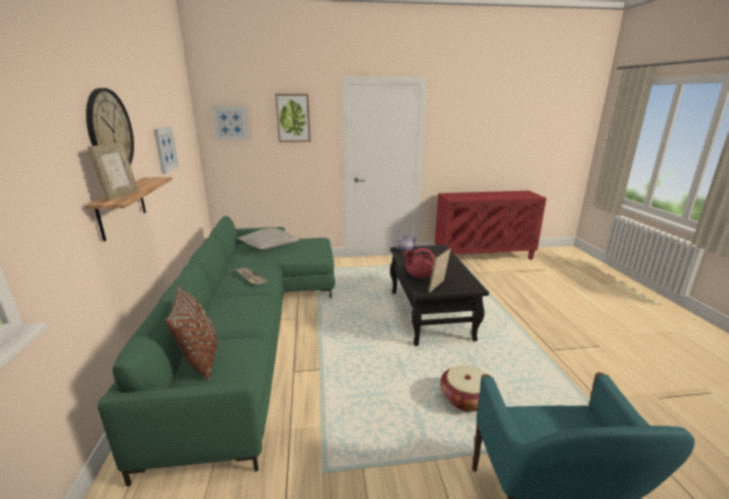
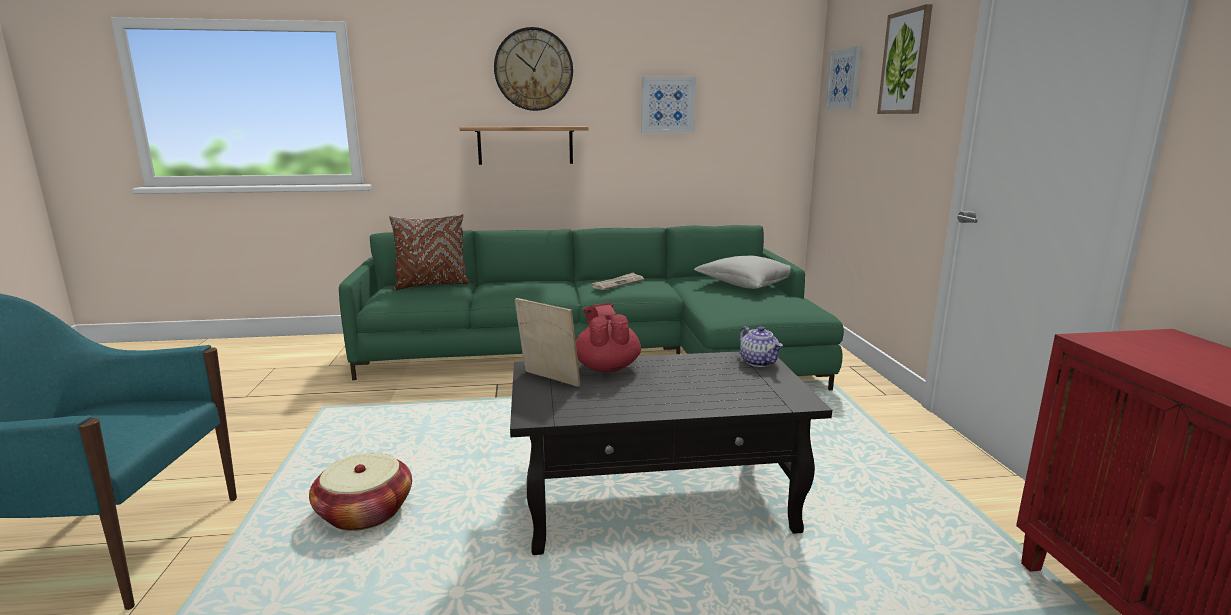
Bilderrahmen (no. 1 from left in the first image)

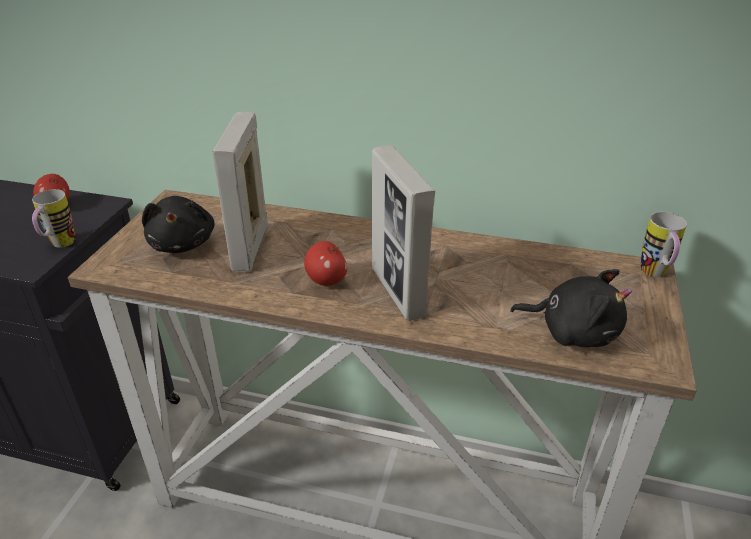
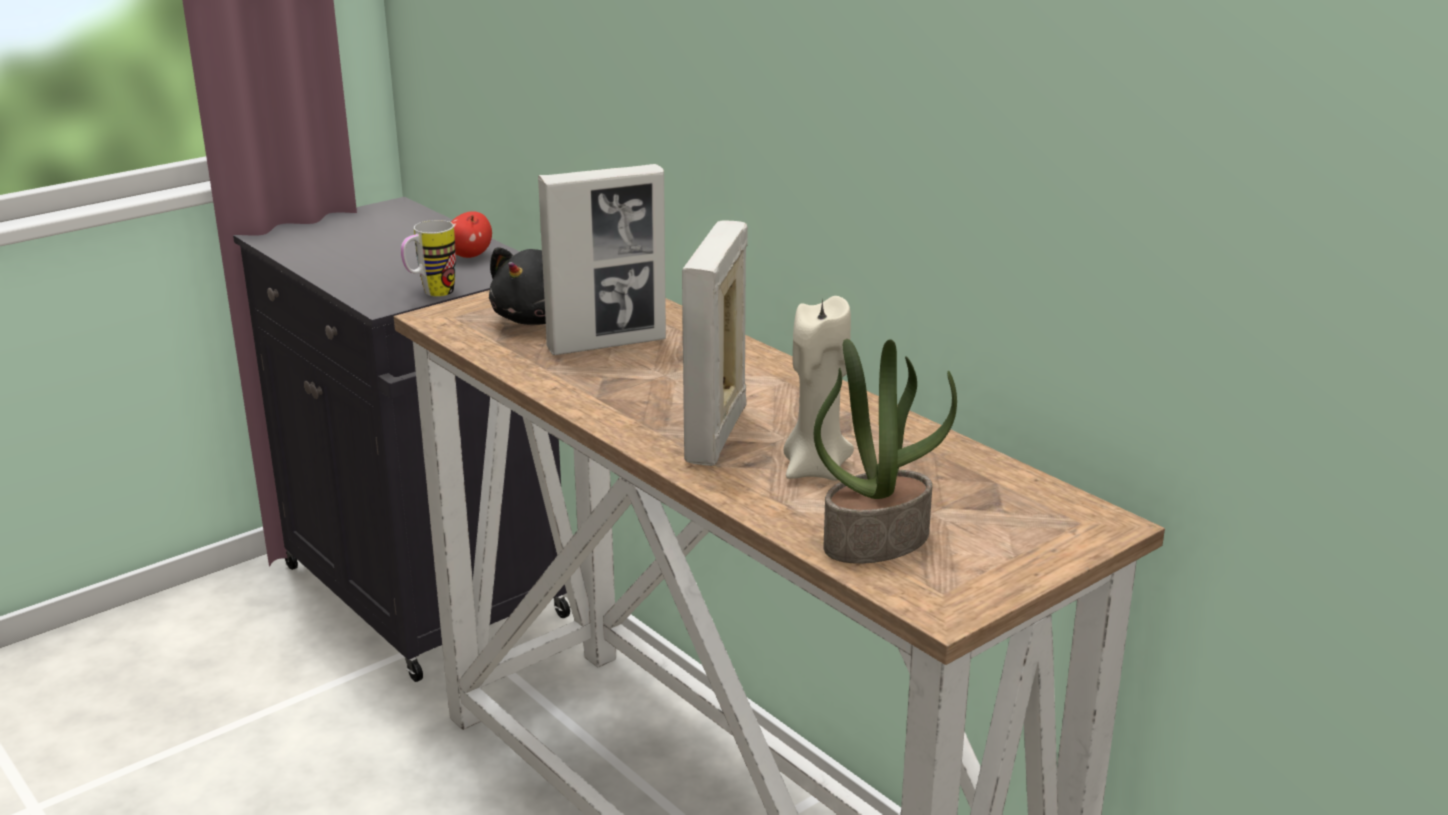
Bilderrahmen (no. 1 from left); Apfel (no. 2 from left in the first image); Topfpflanze; Henkelbecher (no. 2 from left in the first image); Kerze/beige

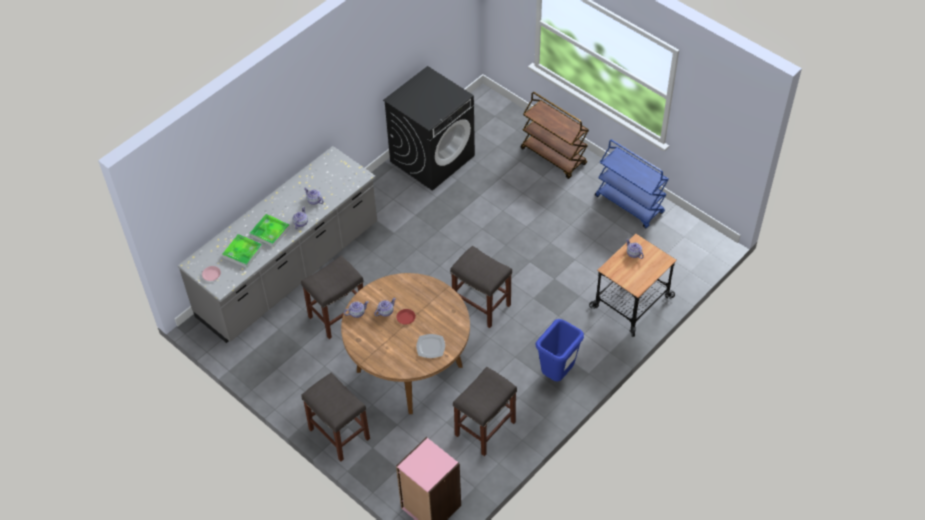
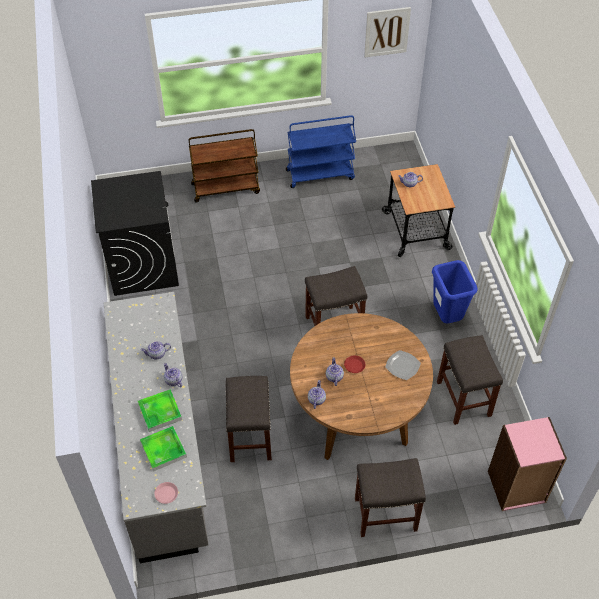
Bild

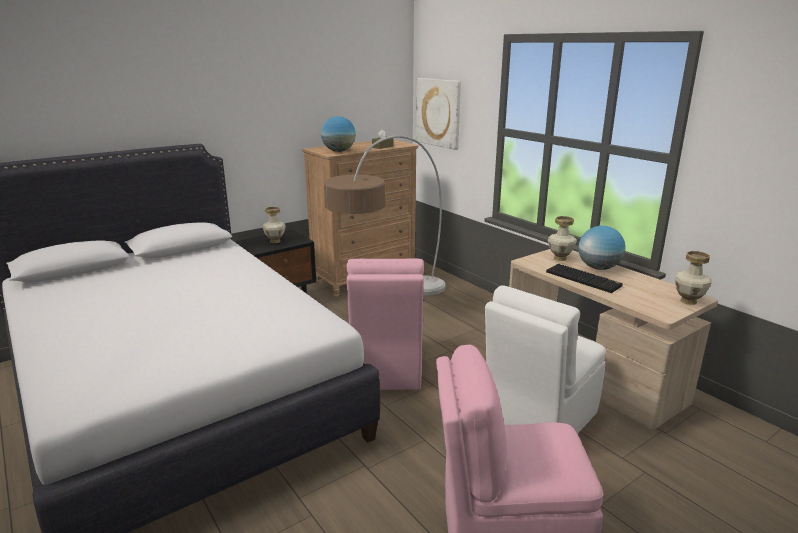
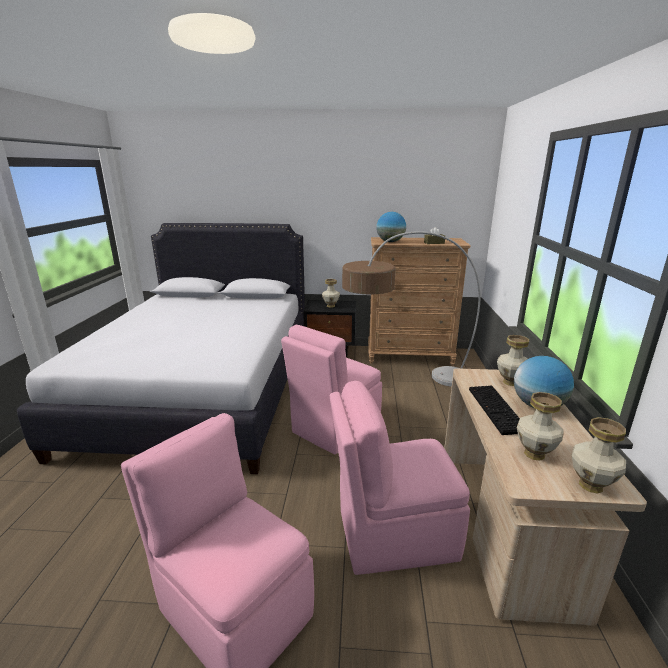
Bild; Stuhl/rosa (no. 3 from left); Vase (no. 3 from left)

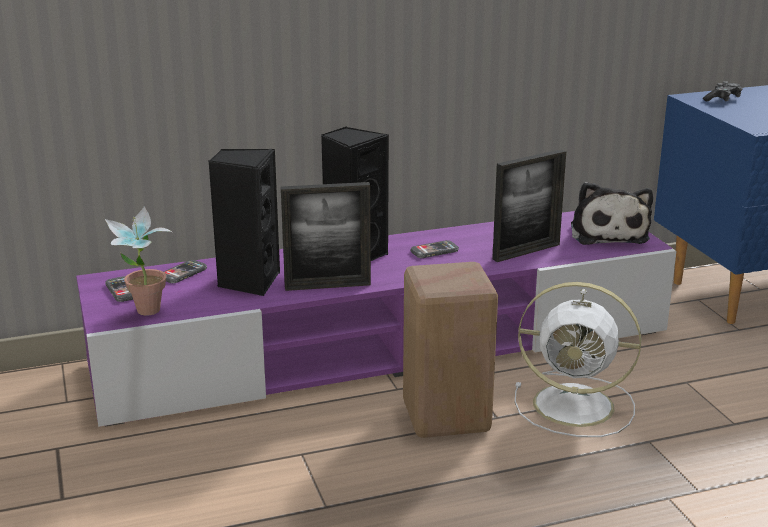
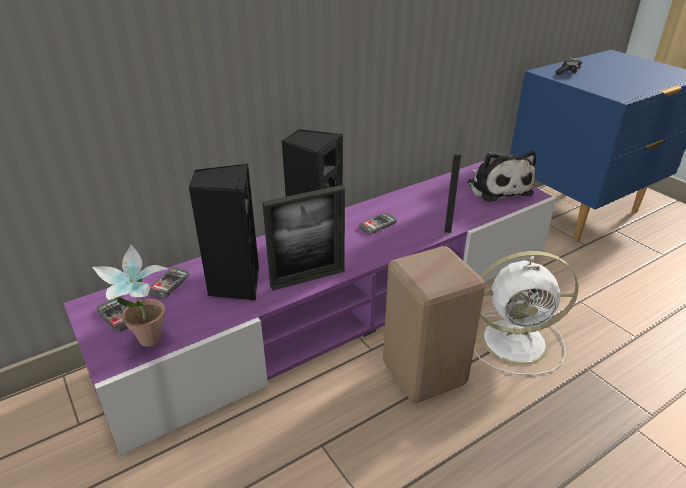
Bilderrahmen (no. 2 from left)

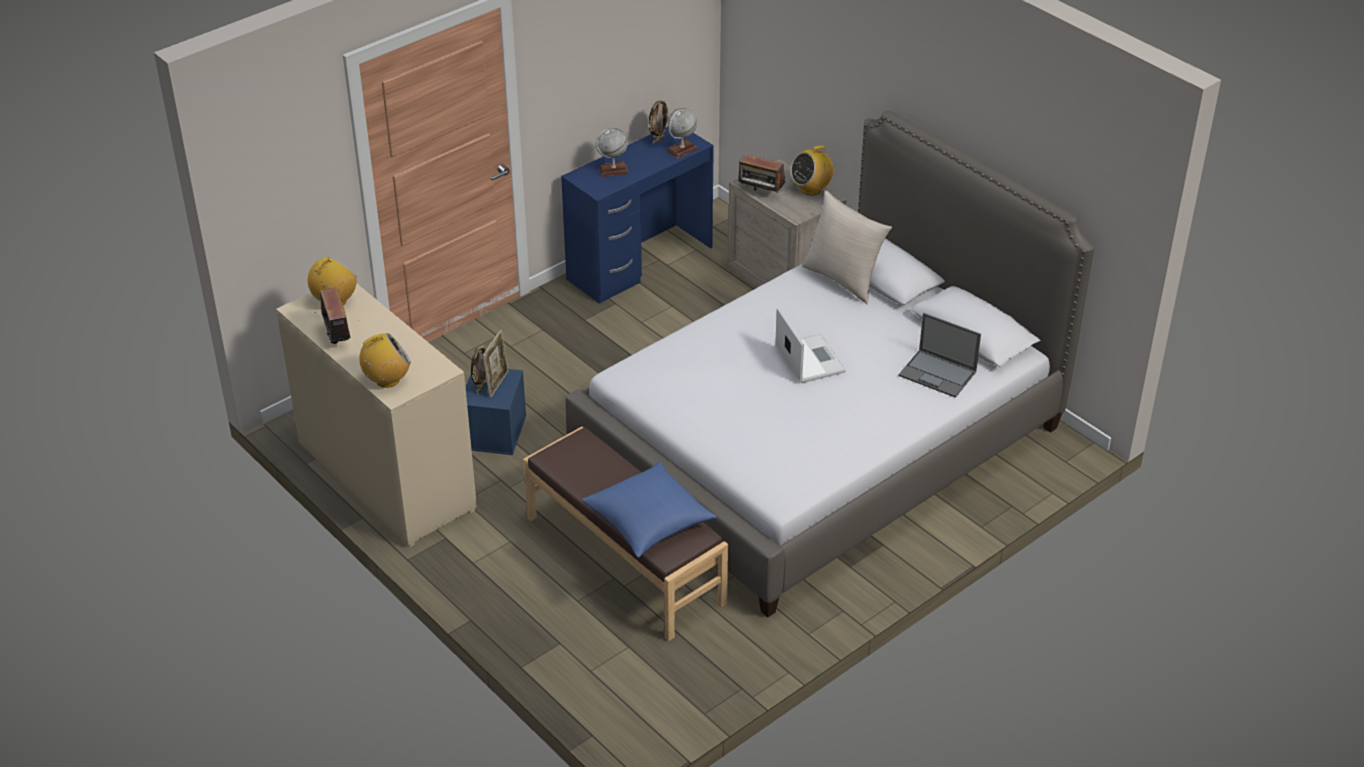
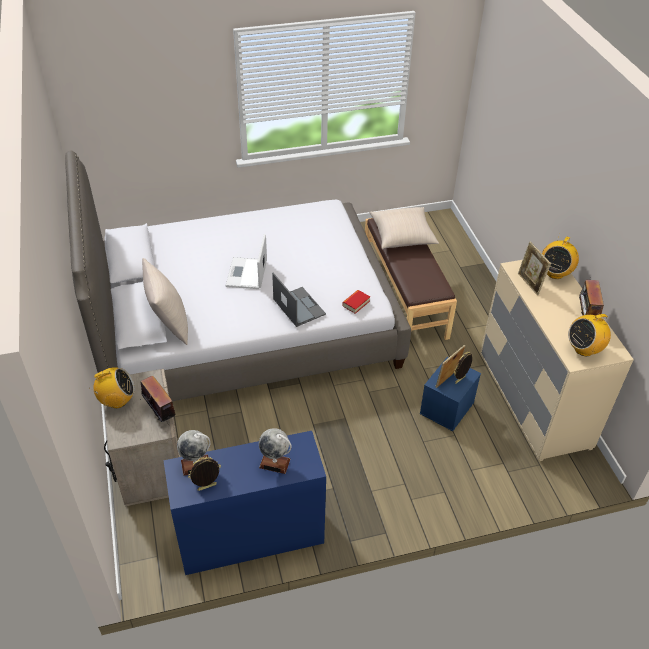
Radio (no. 3 from left); Kissen/beige (no. 2 from left); Laptop (no. 2 from left); Buch; Bilderrahmen (no. 4 from left)

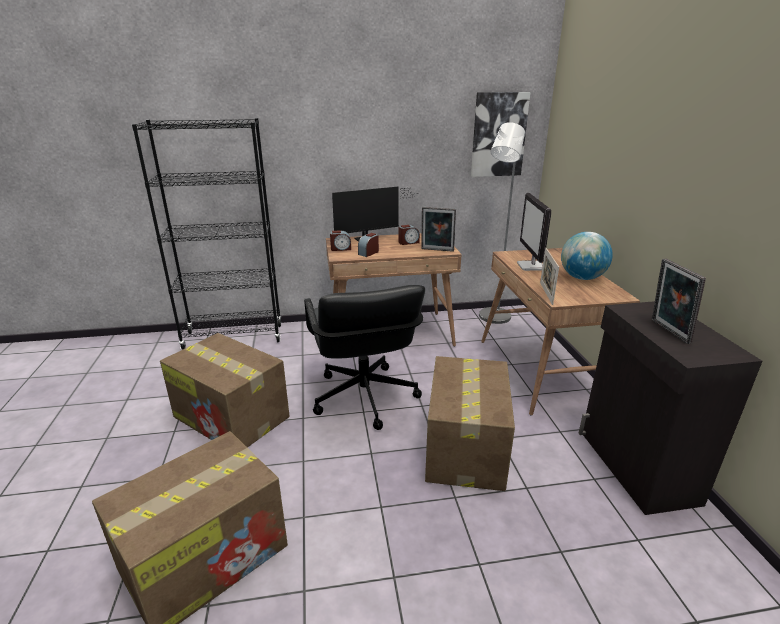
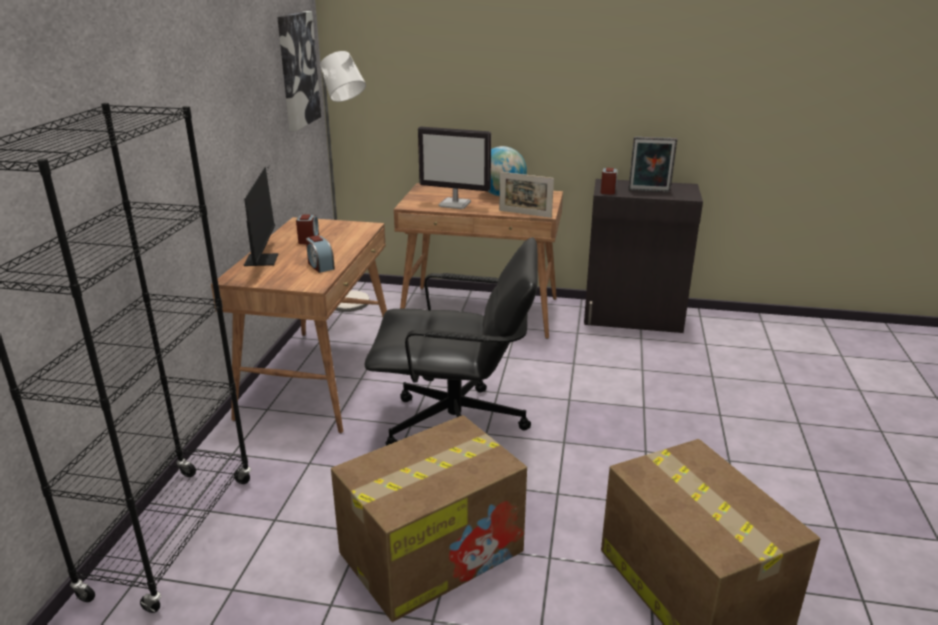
Wecker (no. 3 from left); Bilderrahmen (no. 1 from left in the first image); Karton (no. 3 from left in the first image)

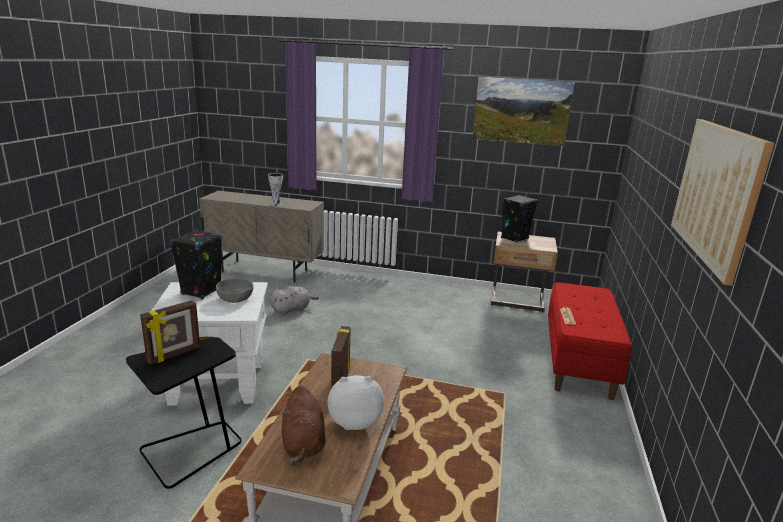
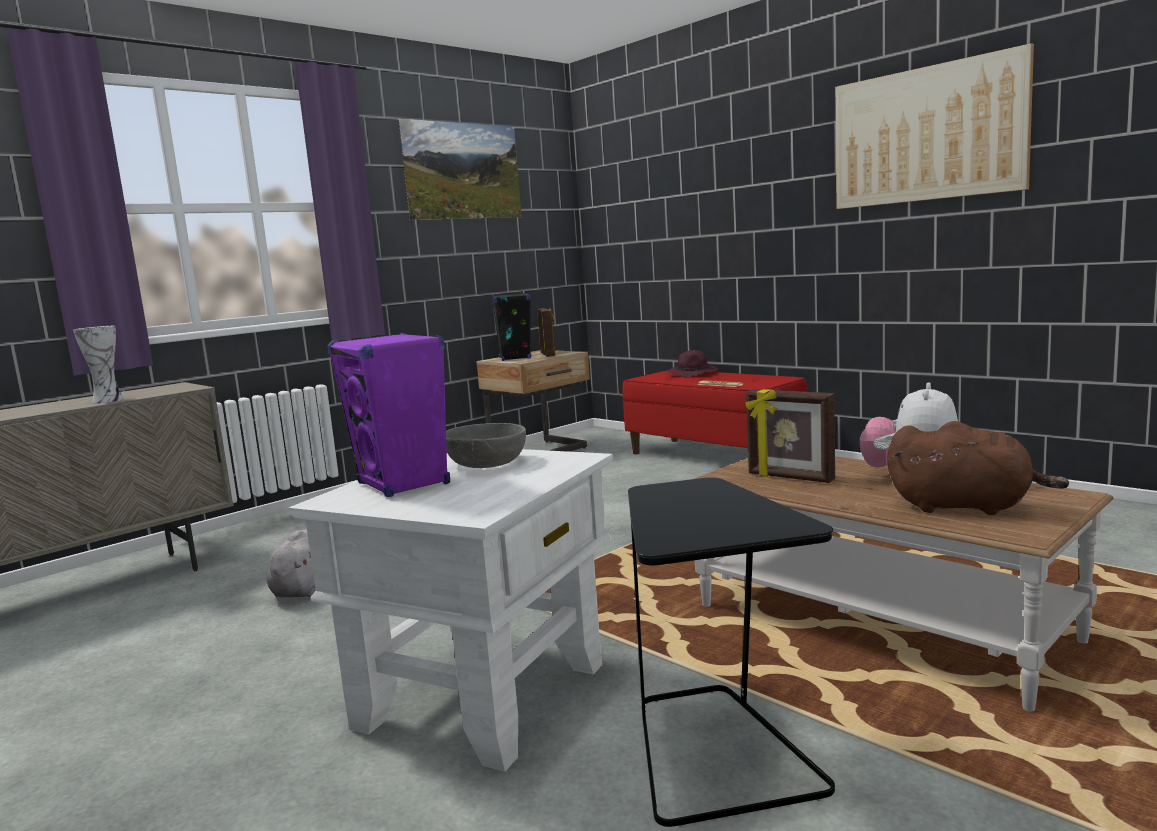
Bilderrahmen (no. 1 from left); Lautsprecher/lila; Hut/lila

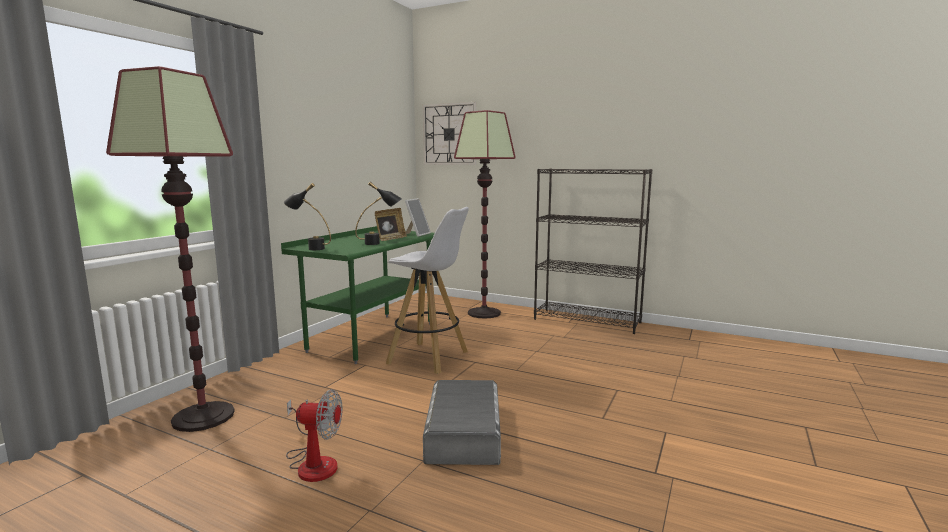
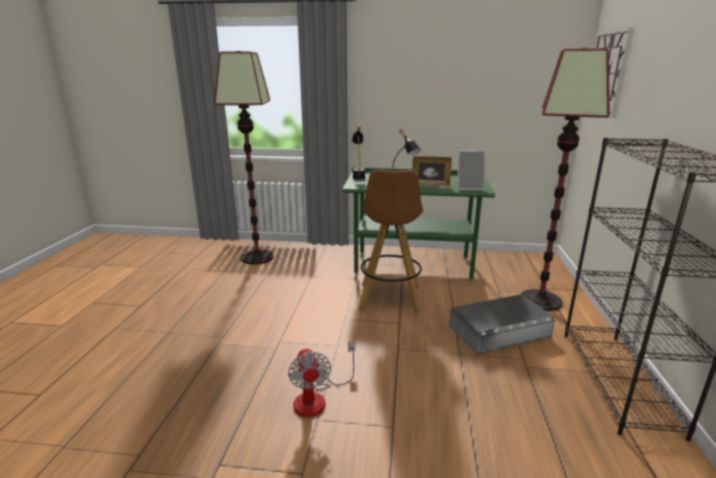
Ventilator; Hocker/braun; Aufbewahrungsbox/grau

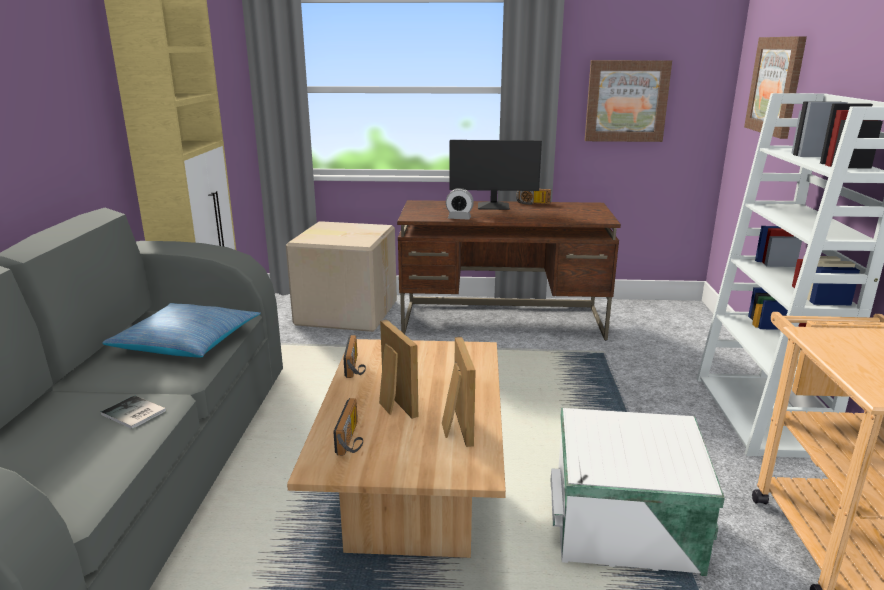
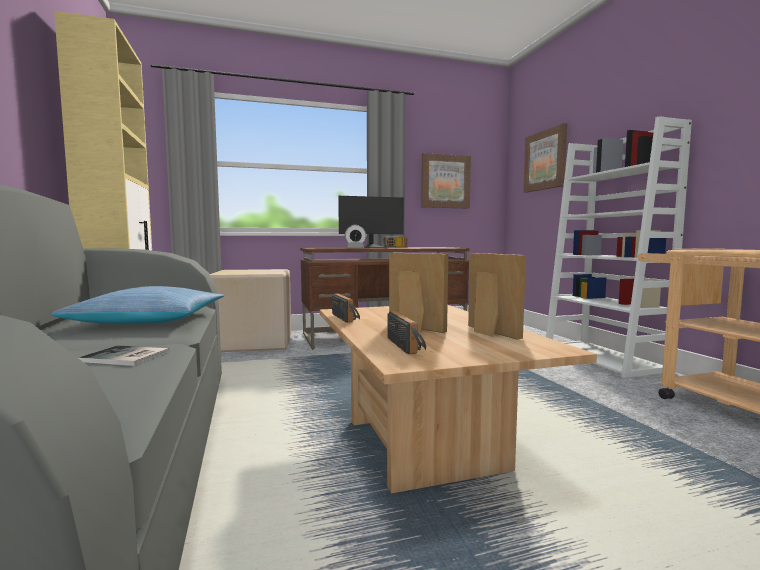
Aufbewahrungsbox/weiß

